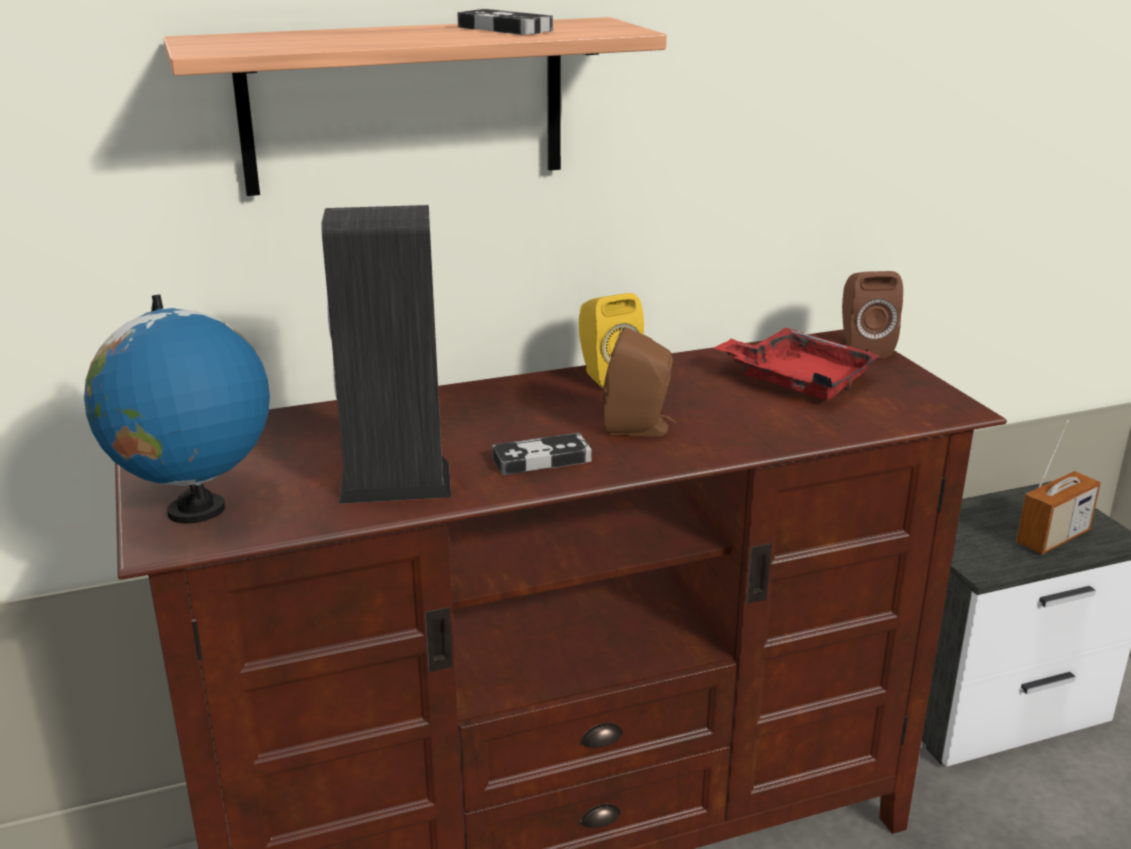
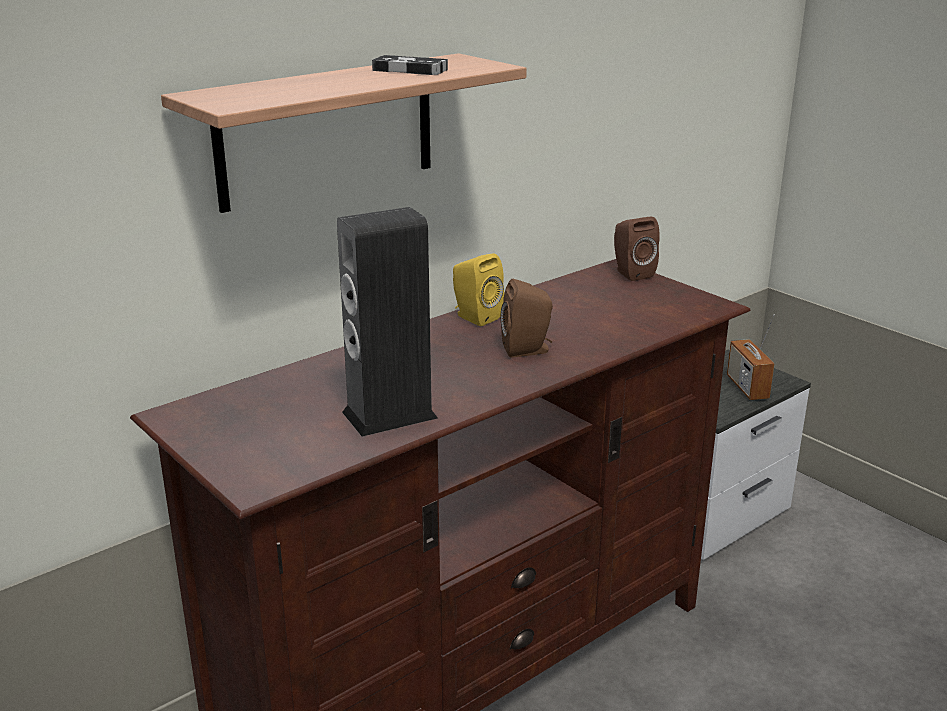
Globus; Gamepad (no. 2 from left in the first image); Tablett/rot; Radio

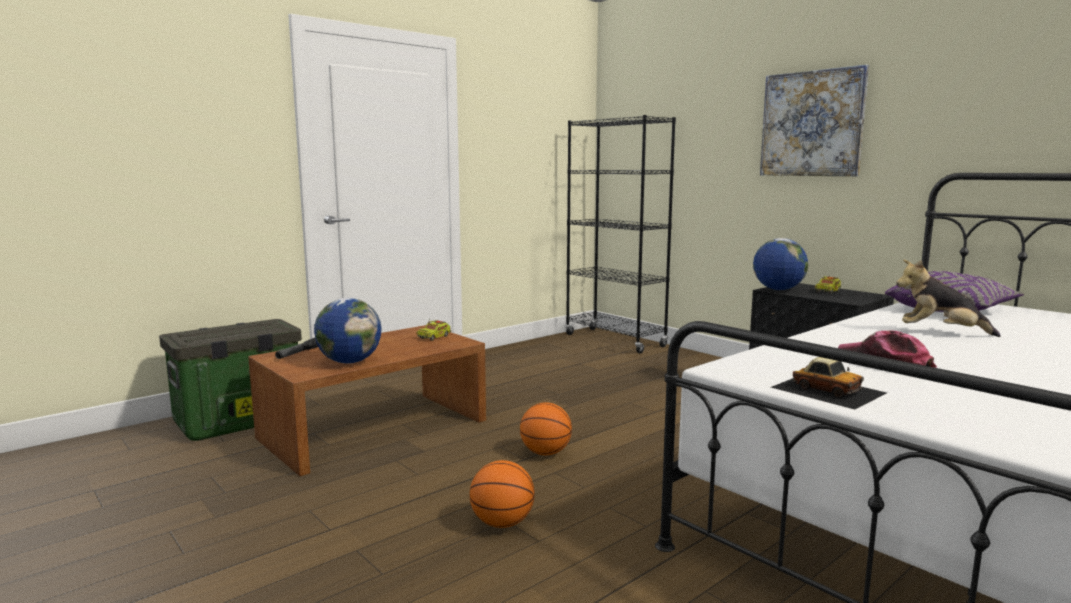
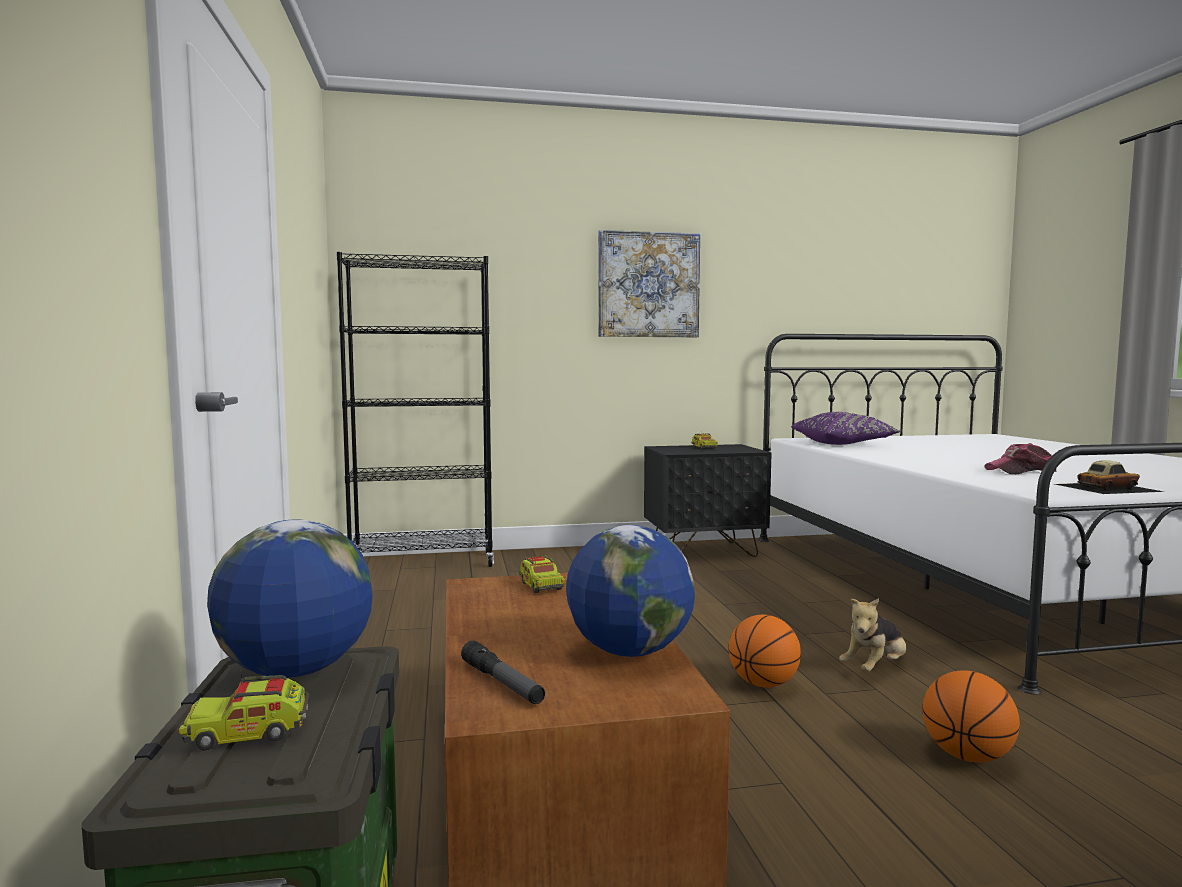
Globus (no. 1 from left); Plüschtier; Spielzeuglaster (no. 1 from left)

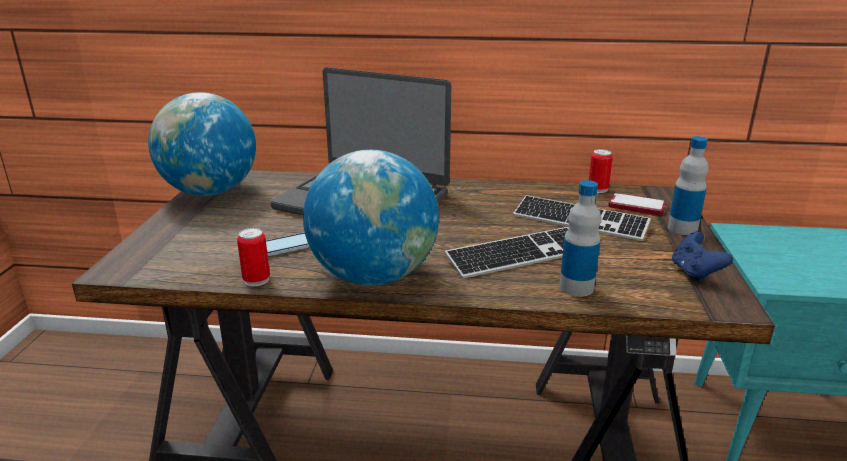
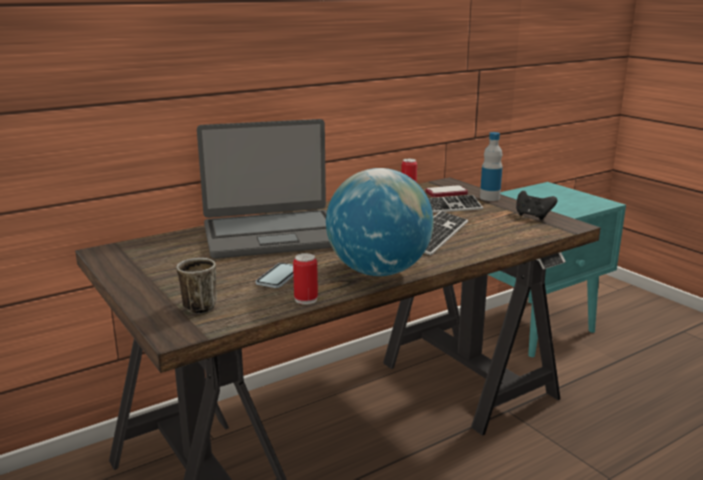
Globus (no. 1 from left in the first image); Flasche (no. 1 from left in the first image); Gamepad/schwarz; Henkelbecher

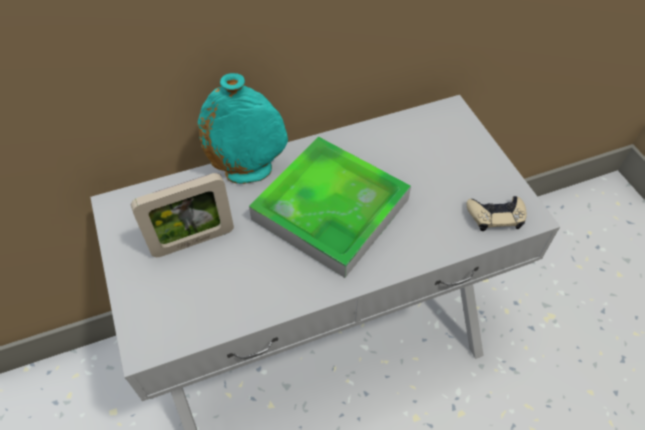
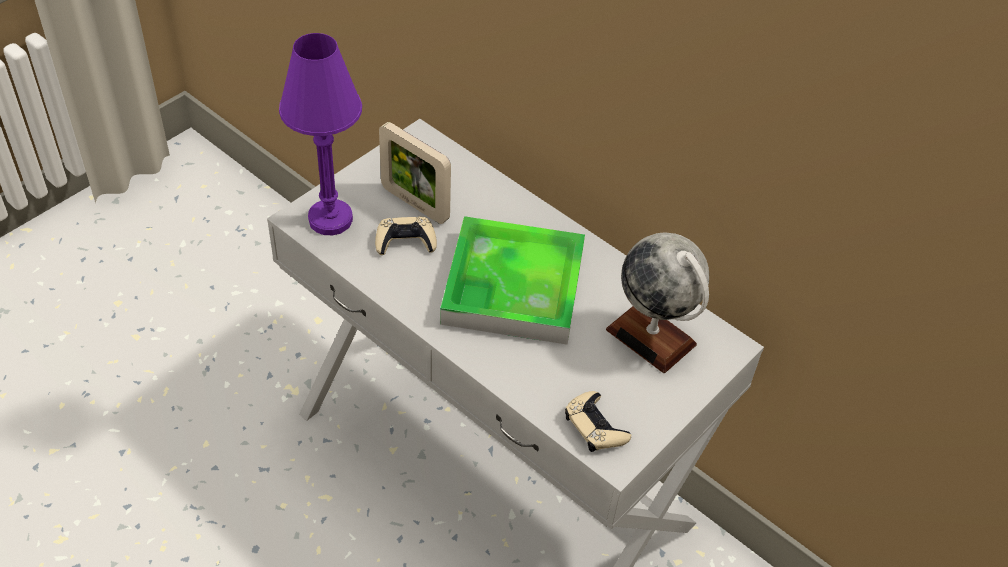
Vase/türkis; Tischlampe/lila; Gamepad/beige (no. 1 from left); Globus

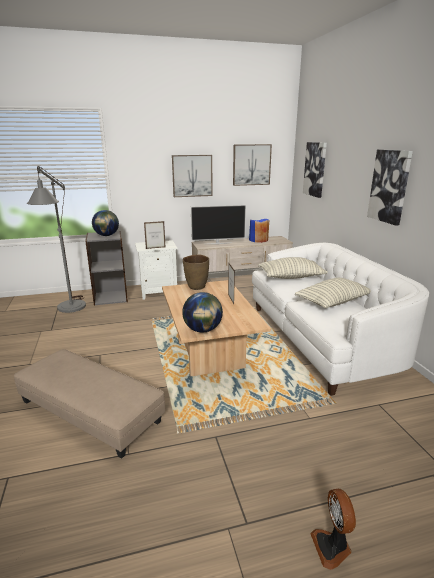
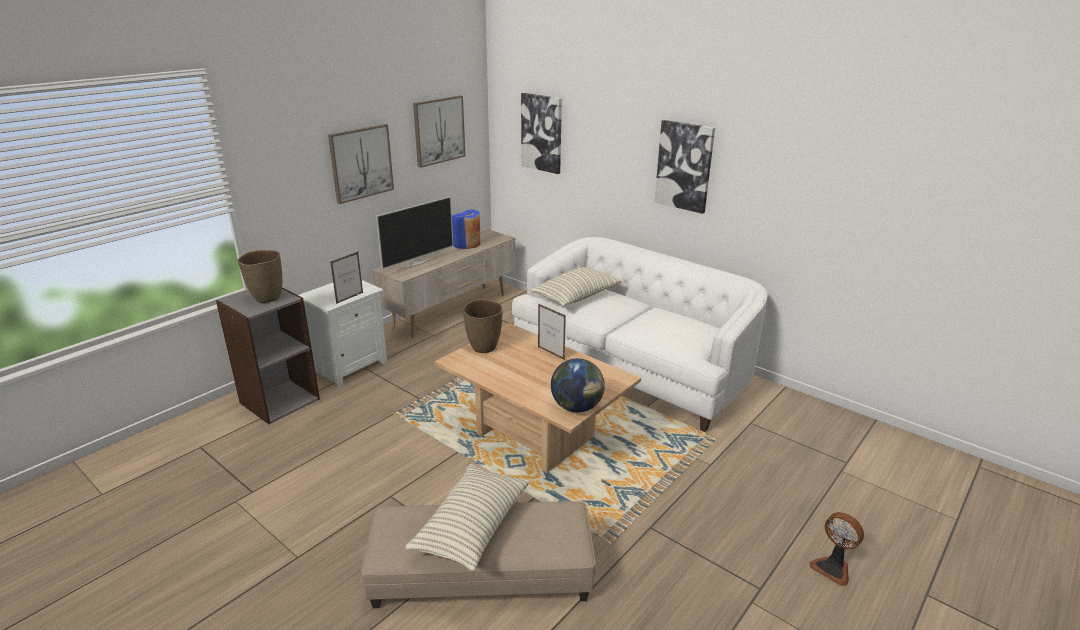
Stehlampe/grau; Vase/braun (no. 1 from left); Kissen (no. 1 from left)

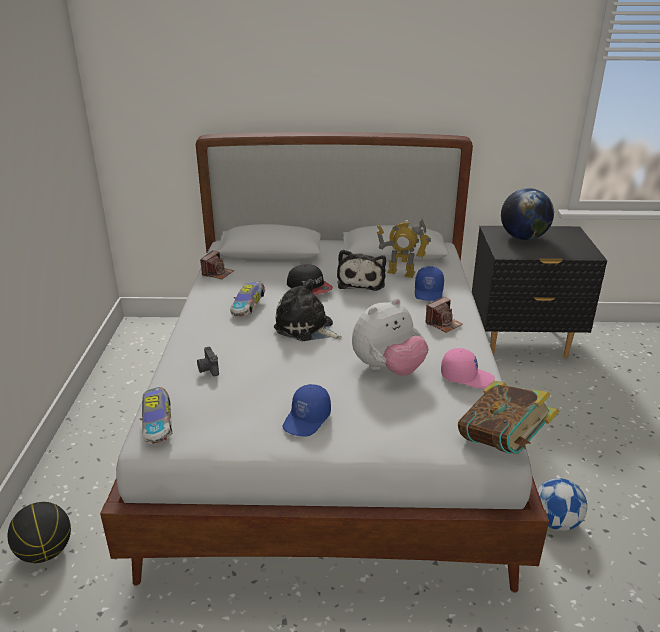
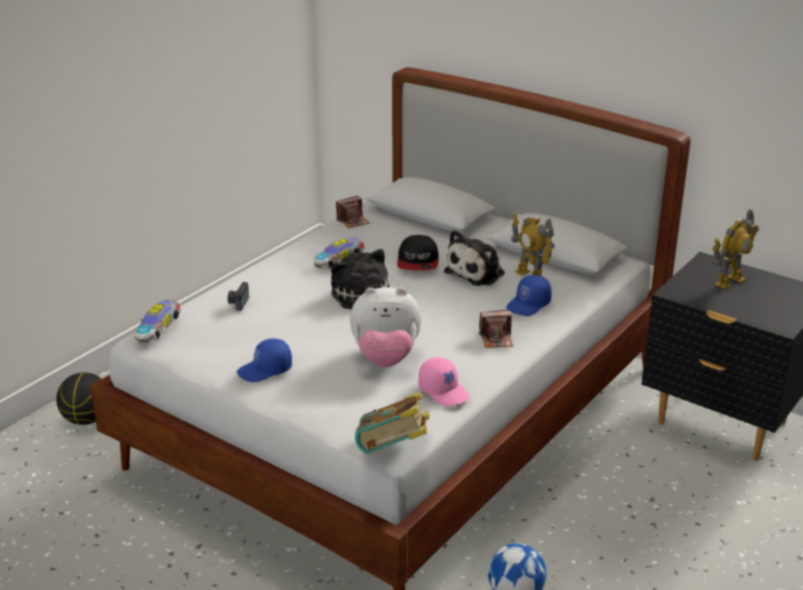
Spielzeugroboter (no. 2 from left)

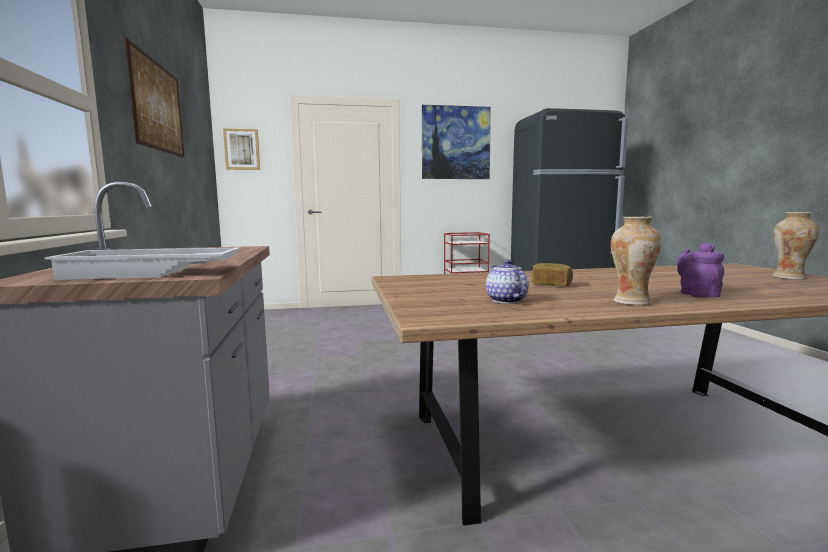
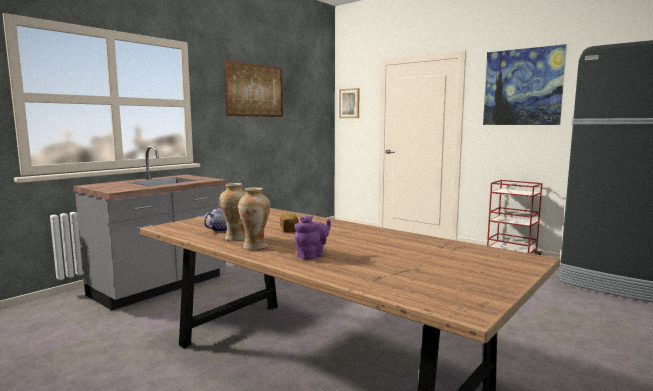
Tablett/weiß; Vase (no. 1 from left)

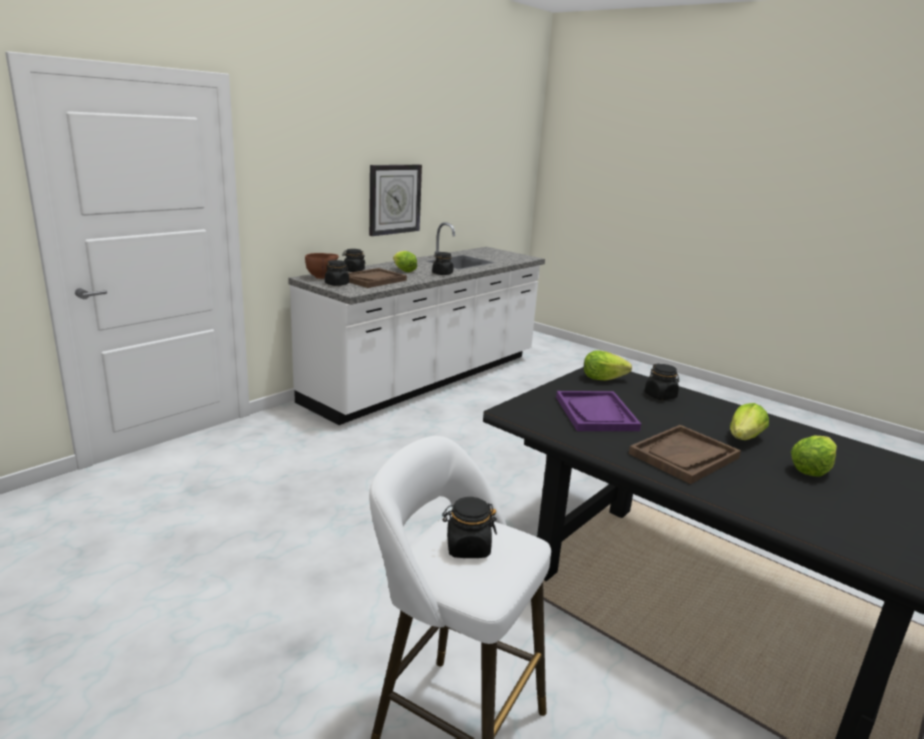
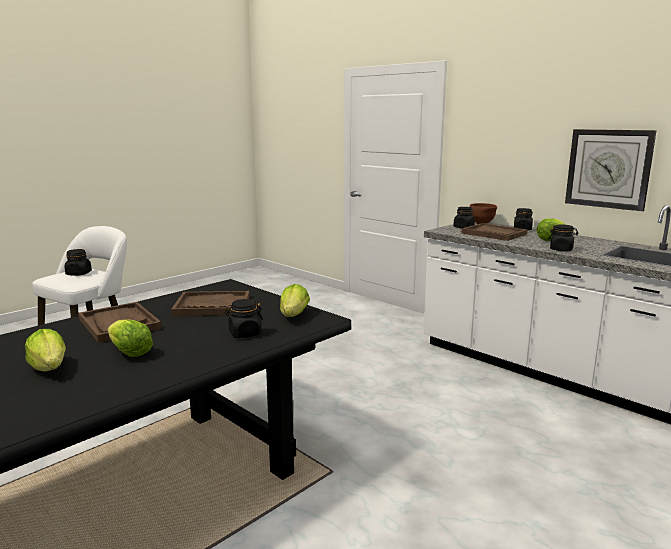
Tablett/braun (no. 2 from left)

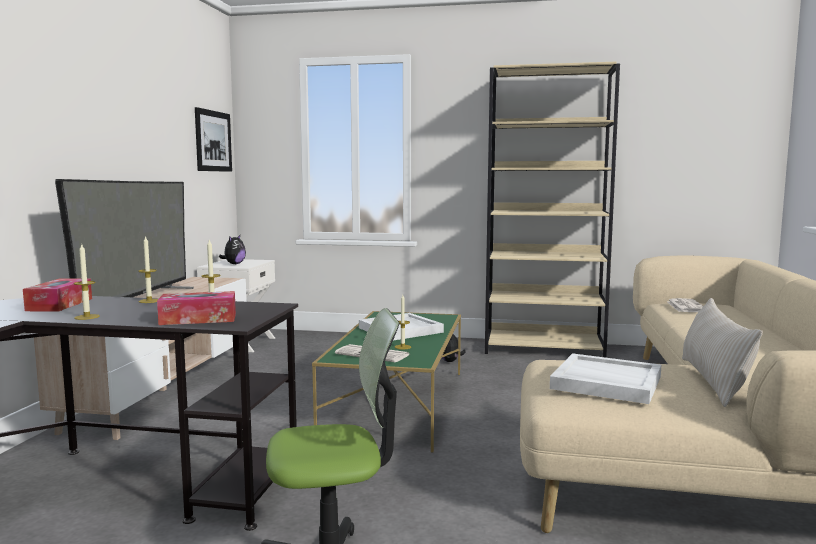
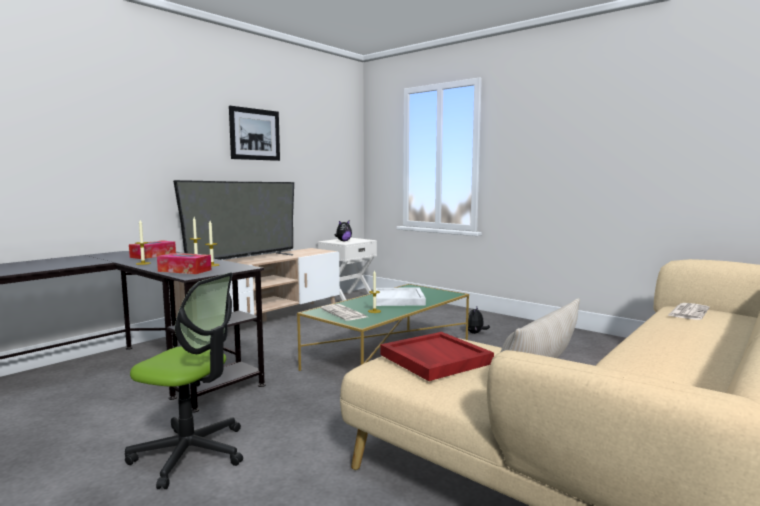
Bild; Bücherregal/beige; Tablett/rot

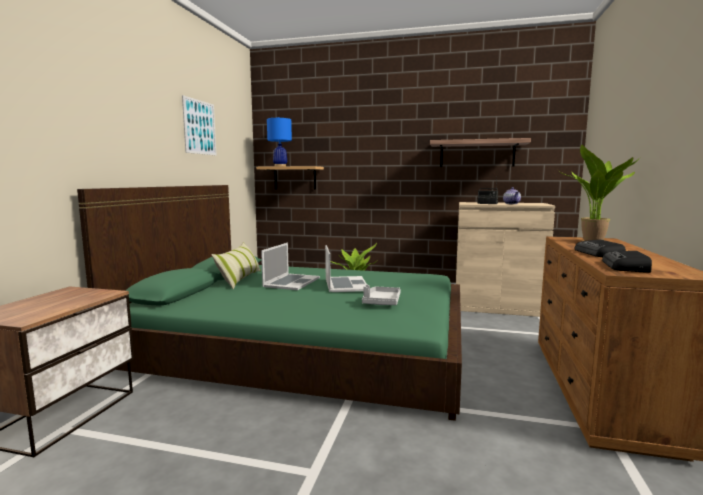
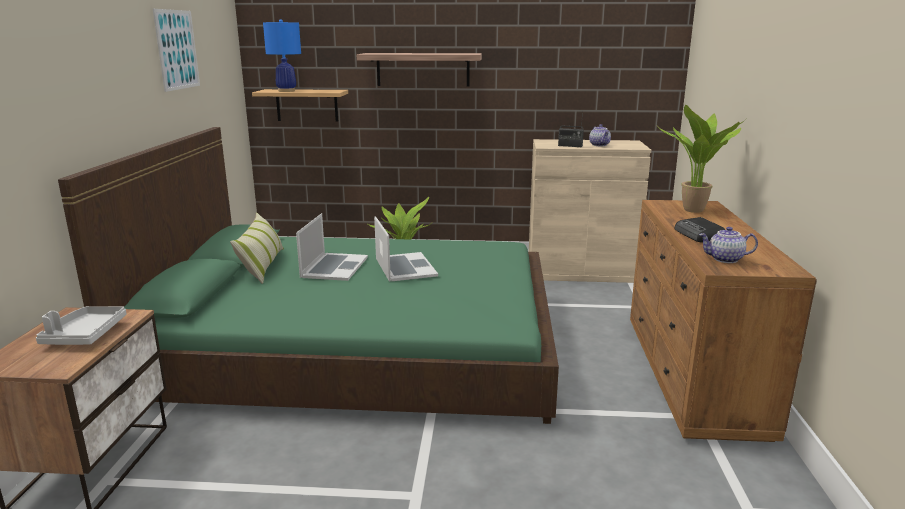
Tablett/grau; Wandregal (no. 2 from left); Teekanne (no. 2 from left)

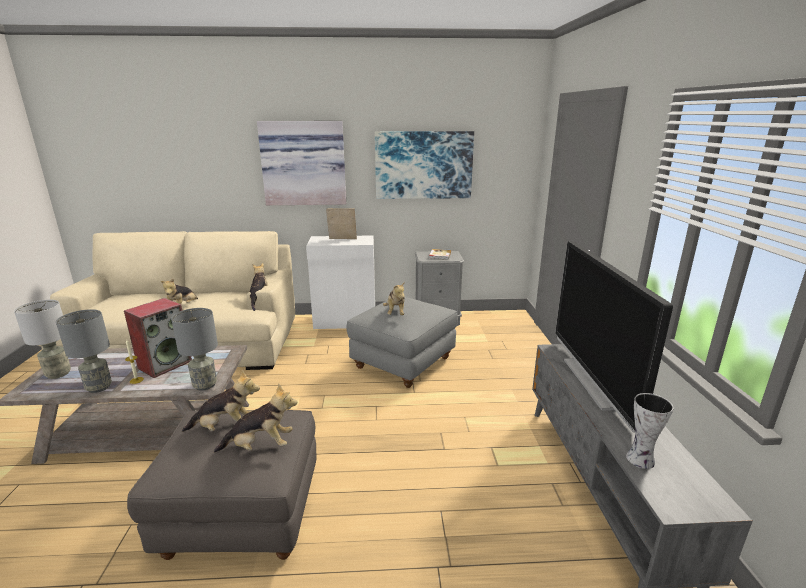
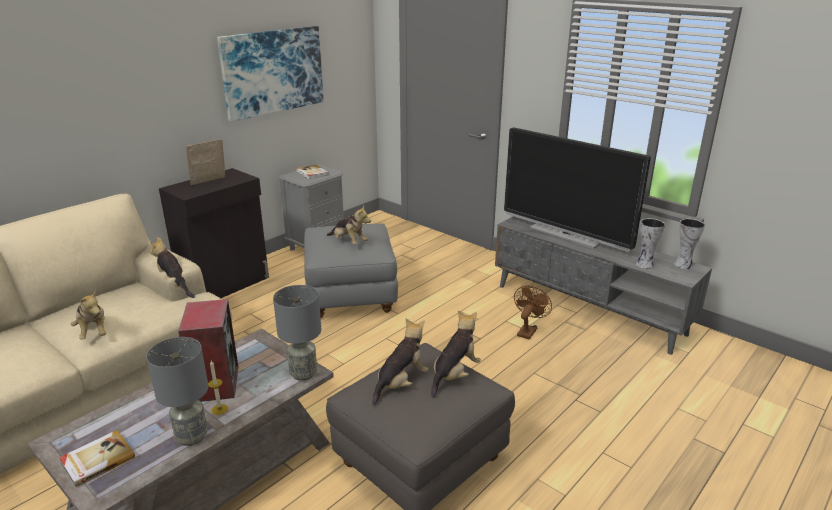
Buch (no. 1 from left); Bild (no. 1 from left in the first image); Schrank/schwarz; Ventilator/braun; Vase (no. 2 from left)

